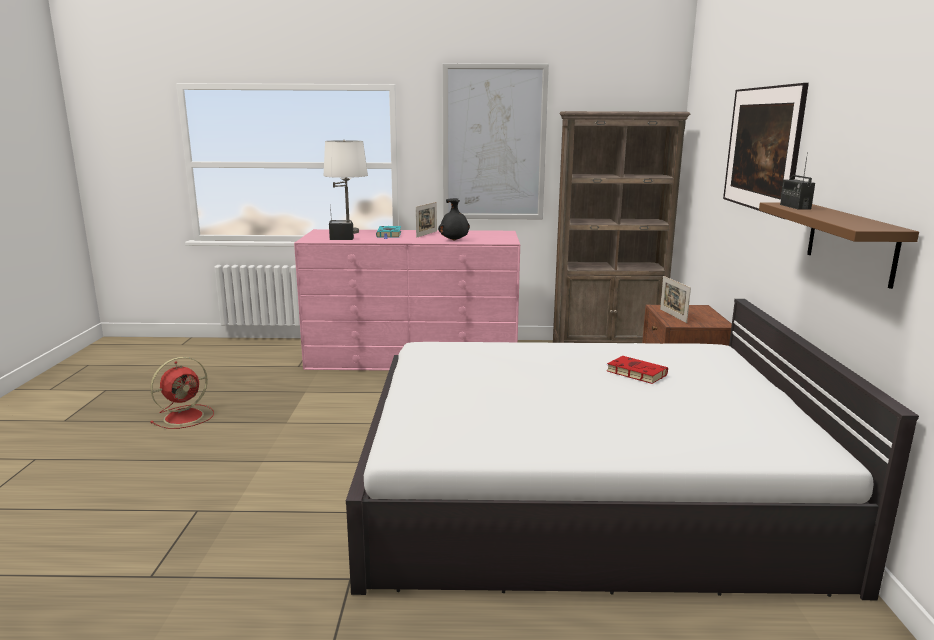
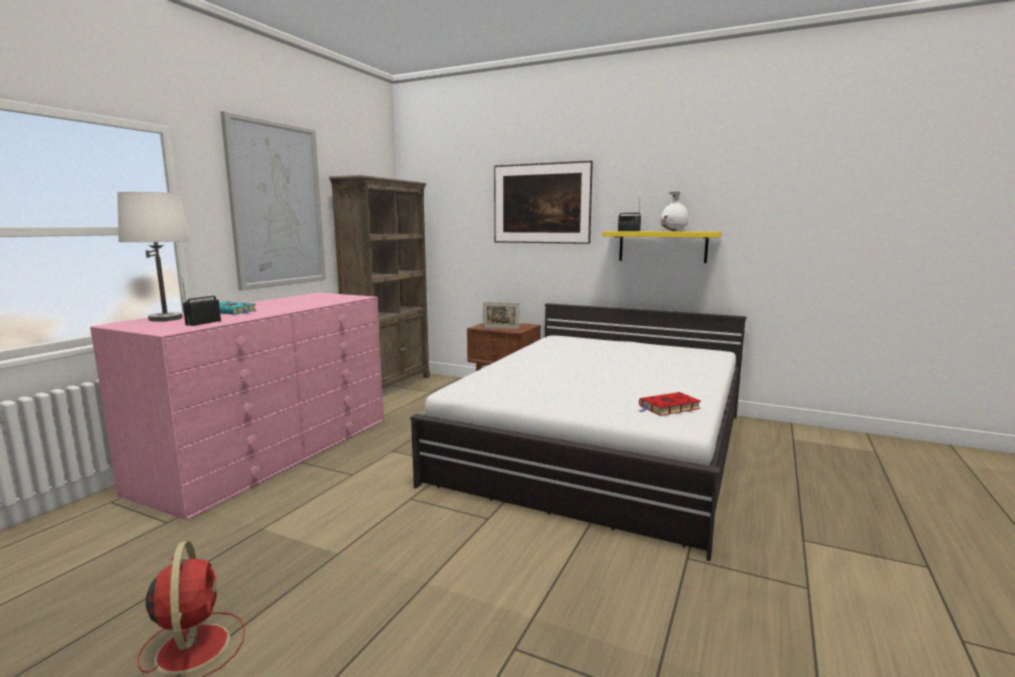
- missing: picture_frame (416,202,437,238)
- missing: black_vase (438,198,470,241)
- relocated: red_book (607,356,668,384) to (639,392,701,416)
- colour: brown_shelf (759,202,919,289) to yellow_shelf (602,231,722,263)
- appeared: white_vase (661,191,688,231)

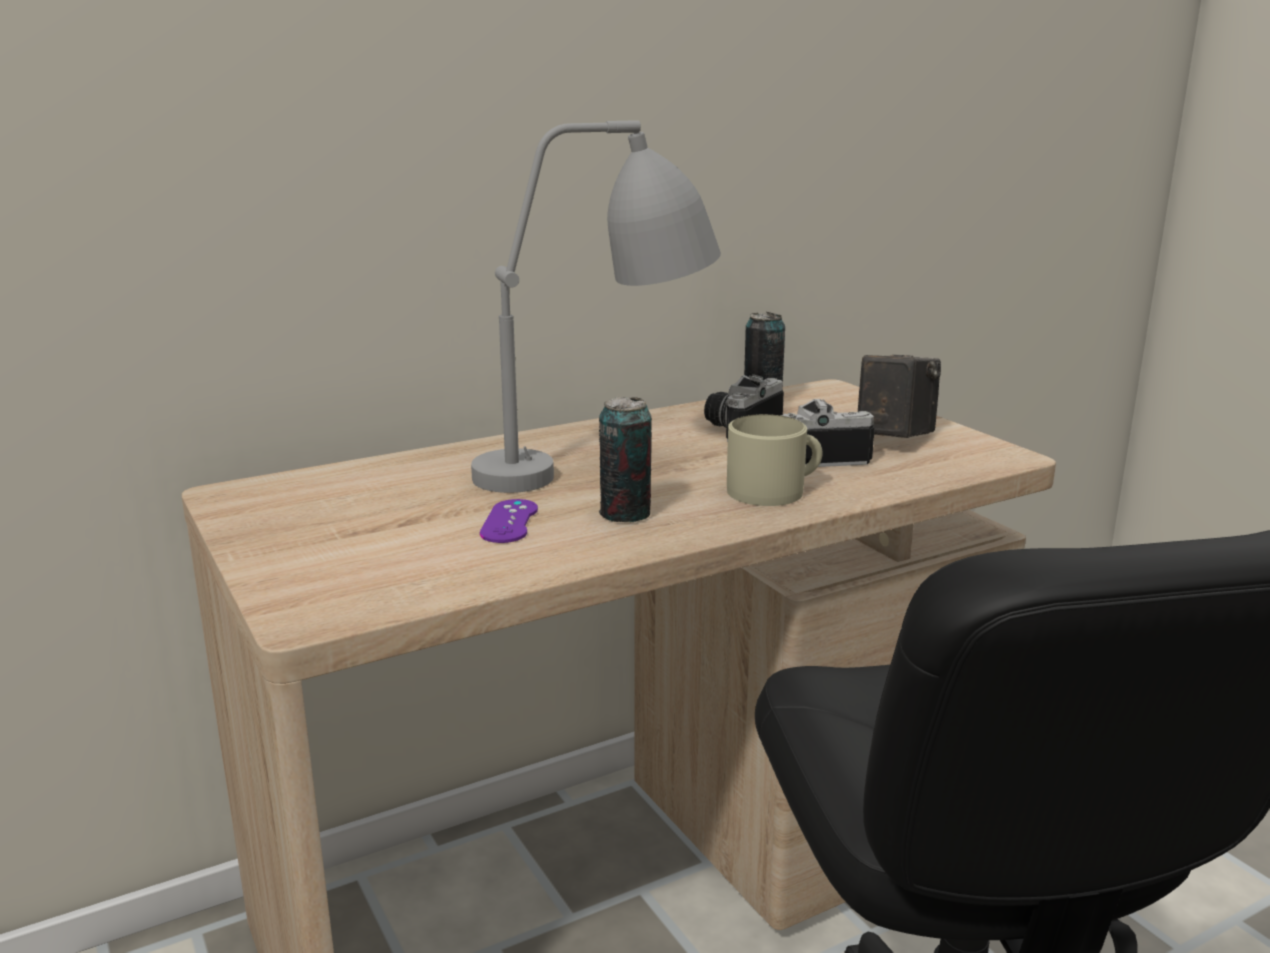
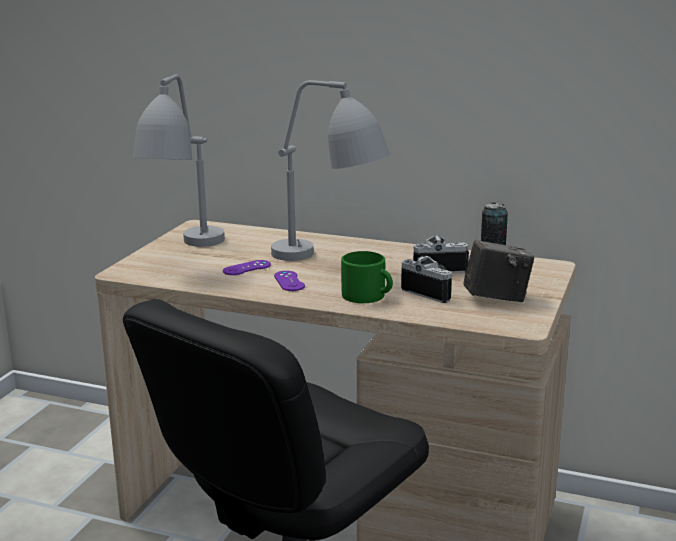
- exchanged: can (599,397,652,522) to purple_game_controller (274,271,305,291)
- colour: beige_mug (727,414,822,506) to green_mug (341,251,393,303)
- appeared: grey_table_lamp (133,74,225,247)

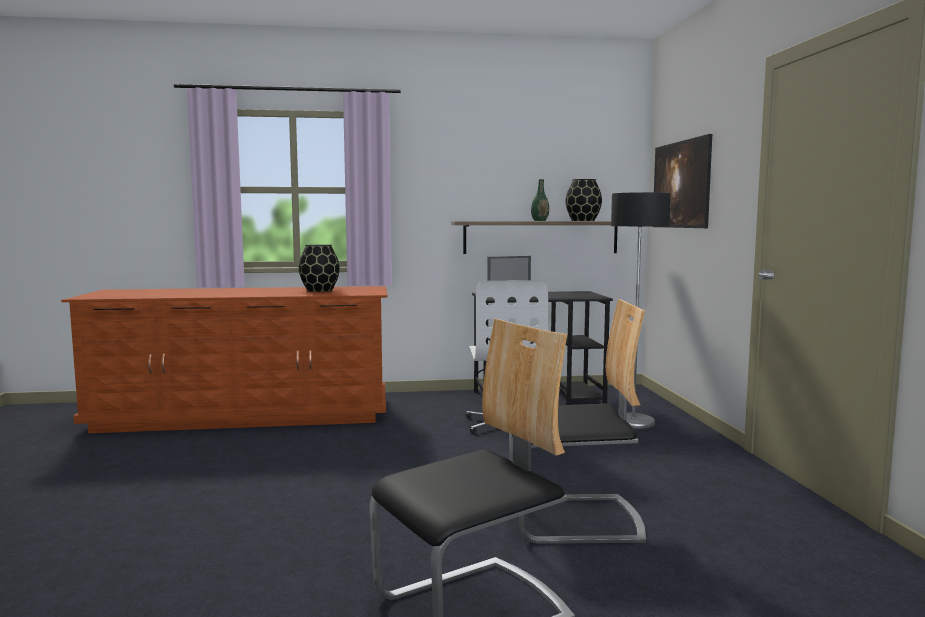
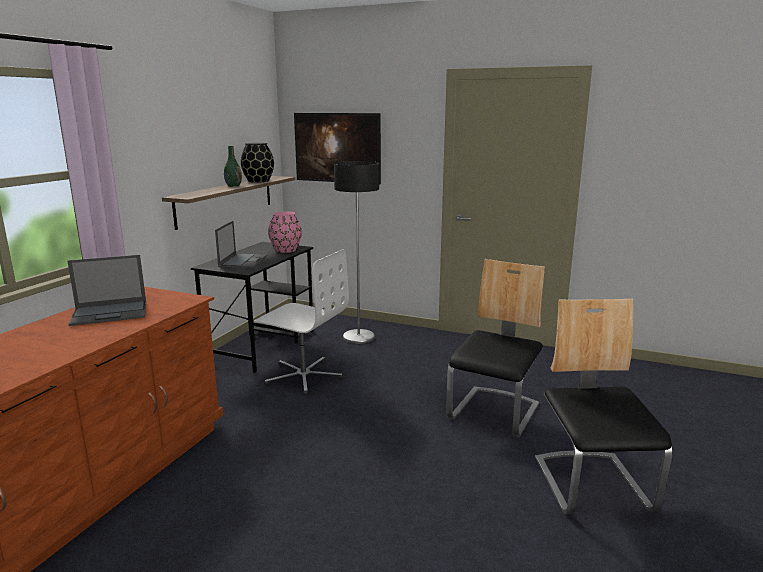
- exchanged: black_vase (299,244,340,292) to laptop (67,255,146,326)
- appeared: pink_vase (268,212,302,253)

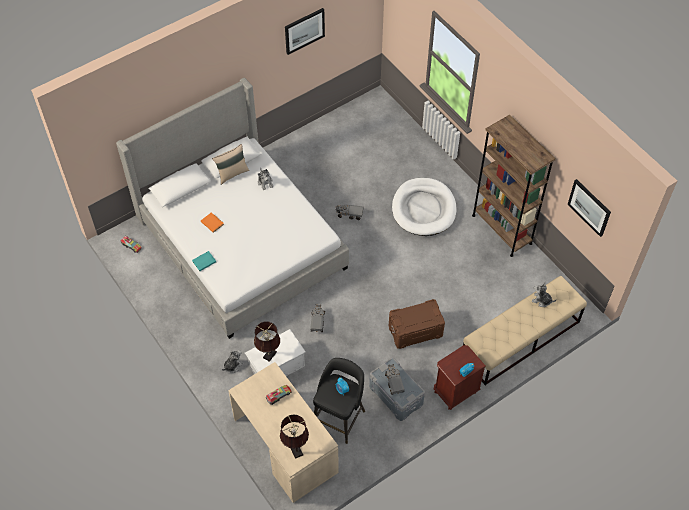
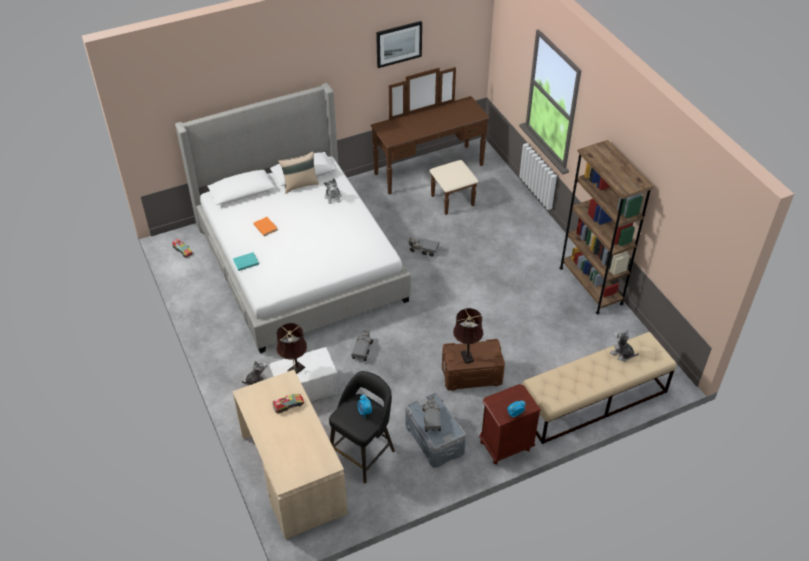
- relocated: brown_table_lamp (280,414,309,459) to (453,308,483,364)
- missing: white_dog_bed (392,178,457,236)
- missing: picture (567,179,611,237)
- appeared: brown_dresser (370,67,490,215)

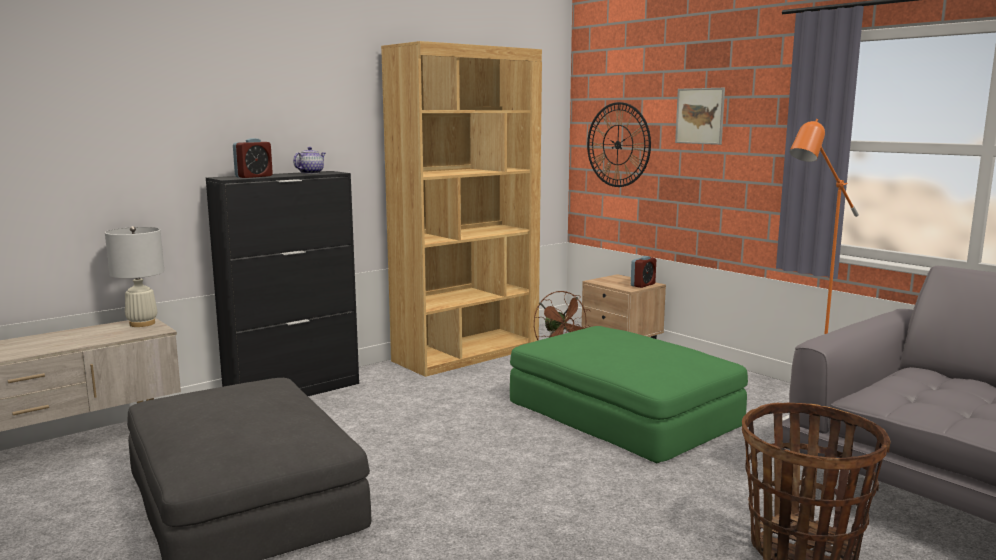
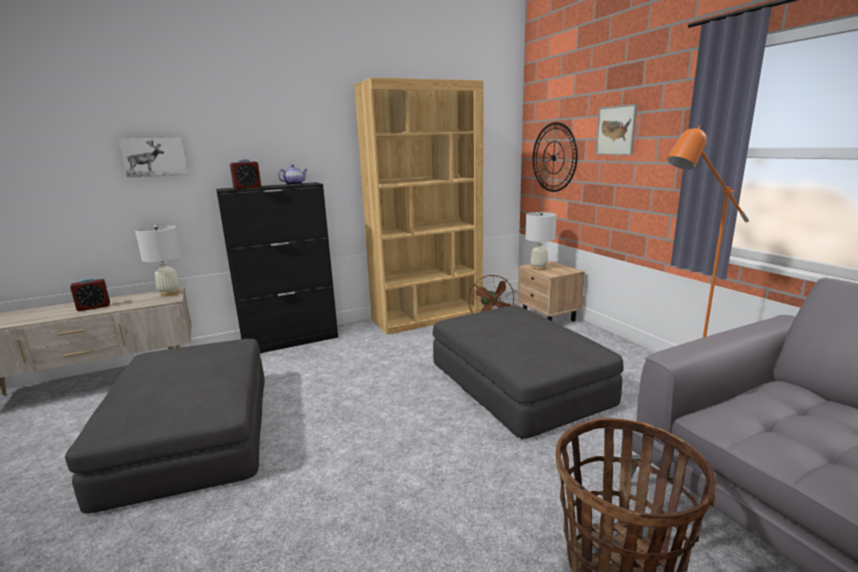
- colour: green_ottoman (510,326,748,463) to grey_ottoman (433,305,624,439)
- relocated: alarm_clock (631,256,656,288) to (70,278,110,311)
- appeared: picture (119,137,188,178)
- appeared: white_table_lamp (525,212,556,270)

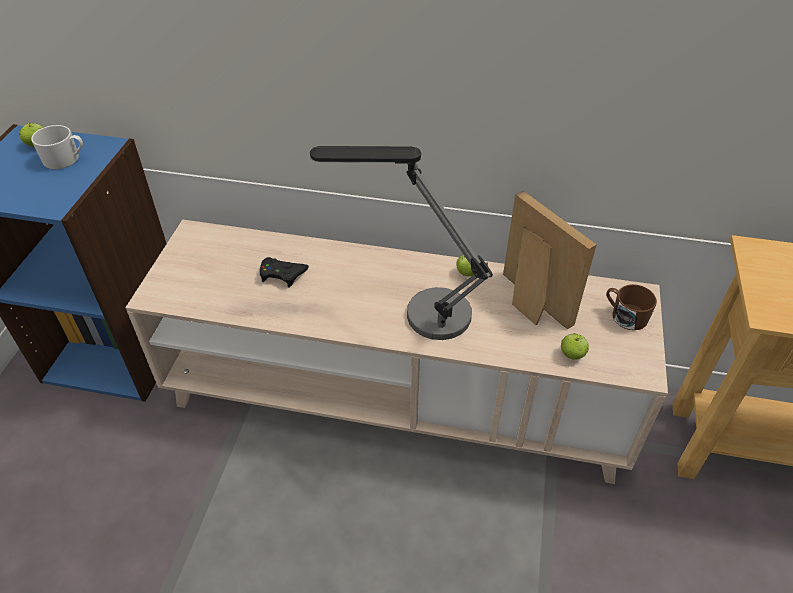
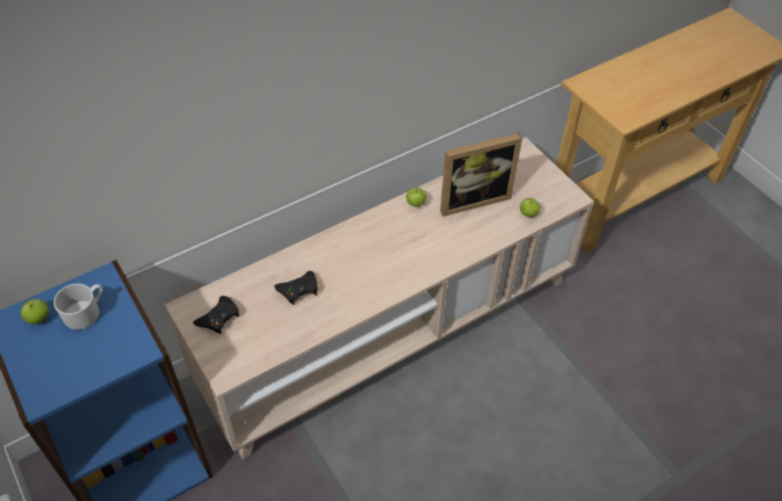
- missing: table_lamp (310,146,493,340)
- spun: picture_frame (503,191,597,329) = (440,133,522,217) 150 degrees clockwise
- missing: brown_mug (606,284,657,330)
- appeared: black_game_controller (193,296,239,334)

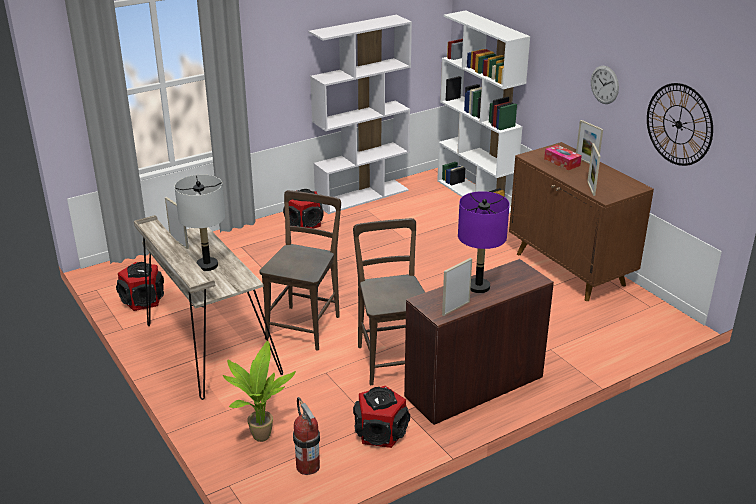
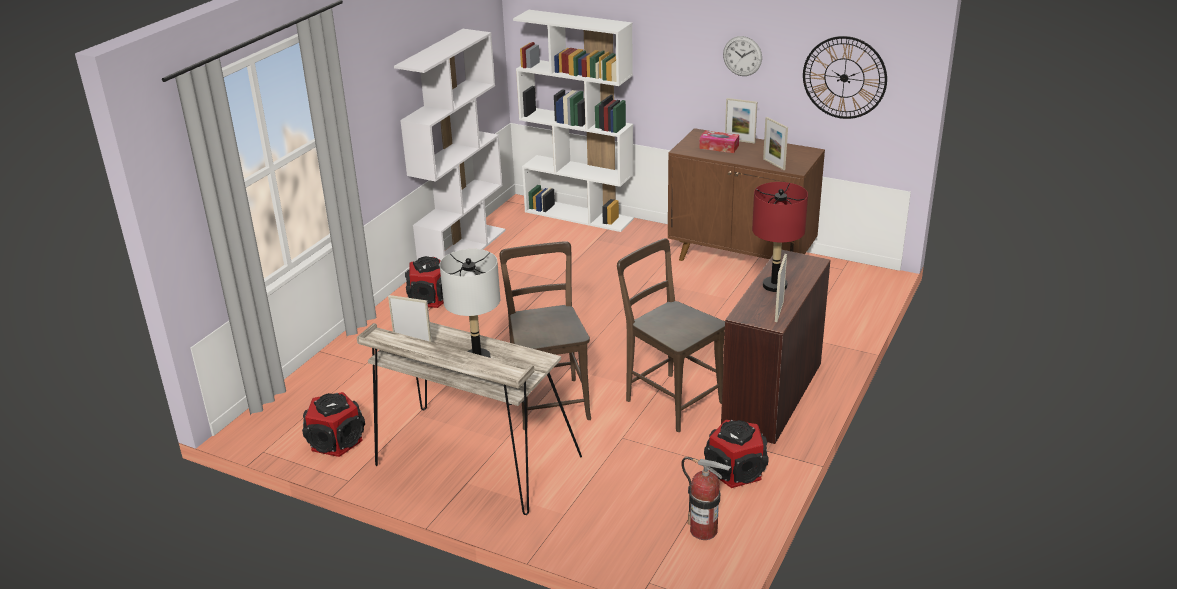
- missing: potted_plant (223,341,296,442)
- colour: purple_table_lamp (458,191,510,293) to red_table_lamp (752,182,808,292)

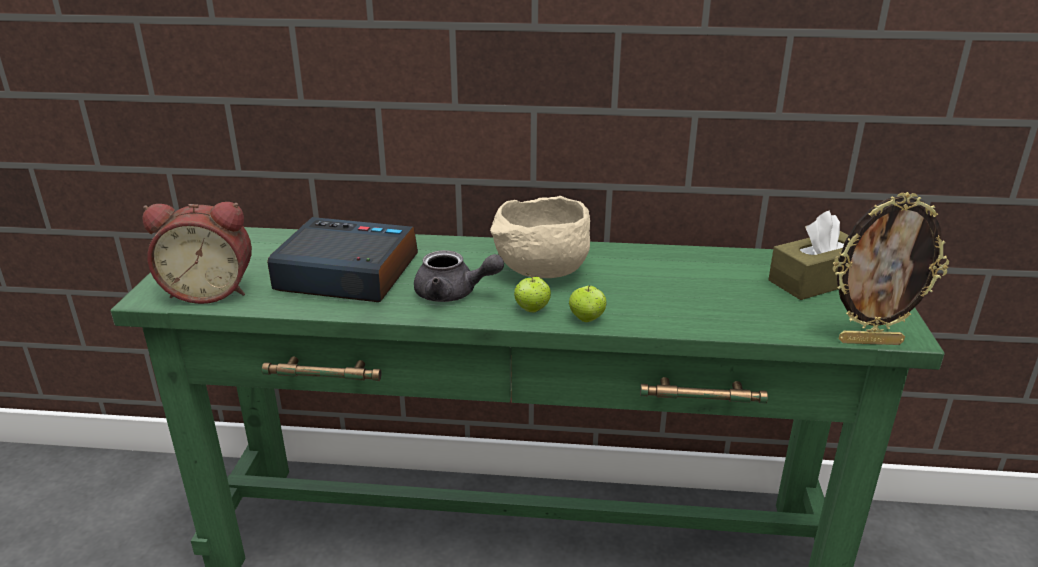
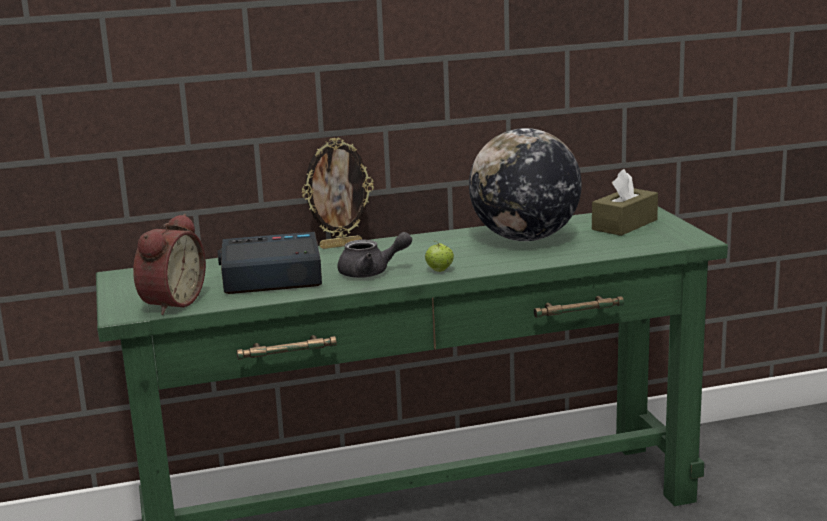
- spun: alarm_clock (142,202,252,304) = (133,214,206,315) 45 degrees counterclockwise
- missing: beige_bowl (490,196,590,278)
- missing: apple (569,286,607,322)
- relocated: picture_frame (833,192,949,345) to (302,137,374,249)
- appeared: globe (469,128,582,241)

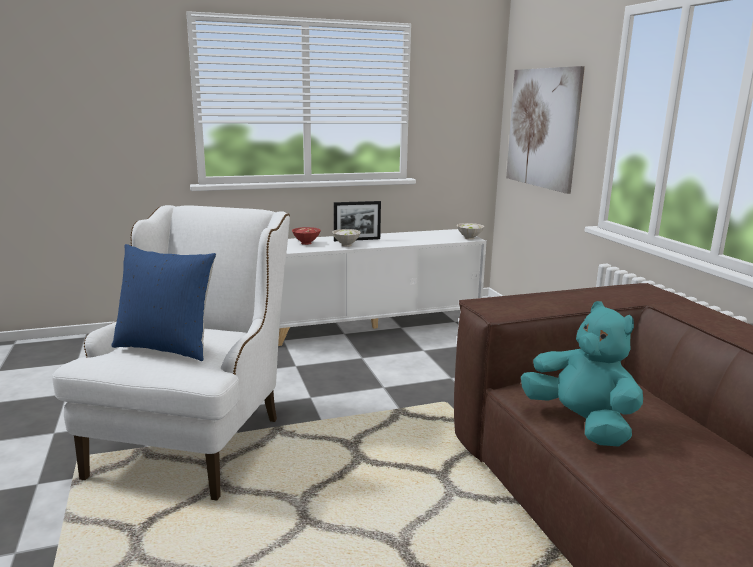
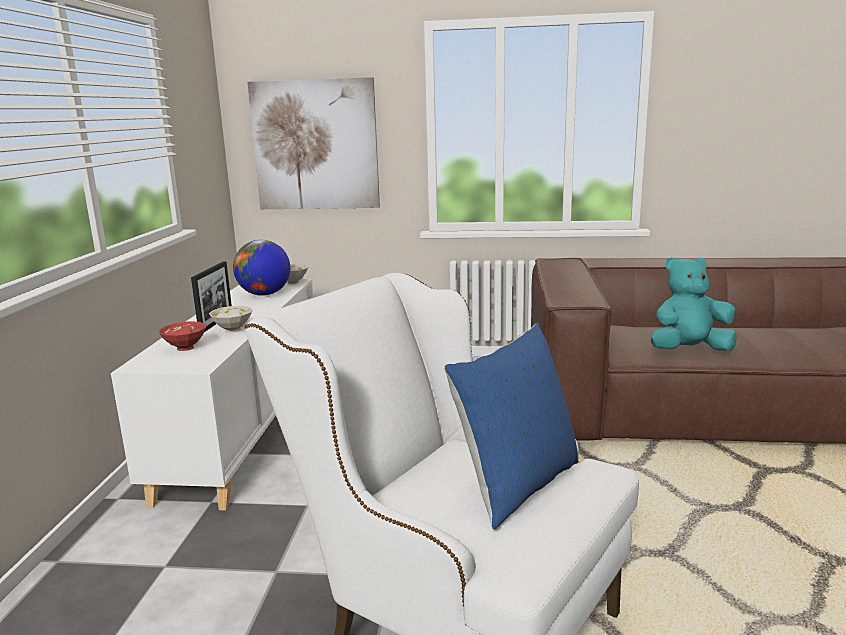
- appeared: globe (233,240,290,296)

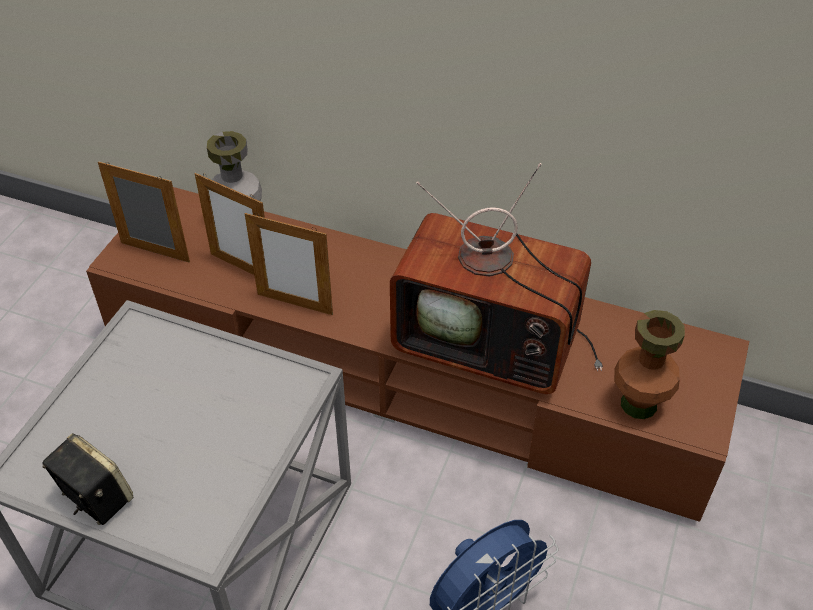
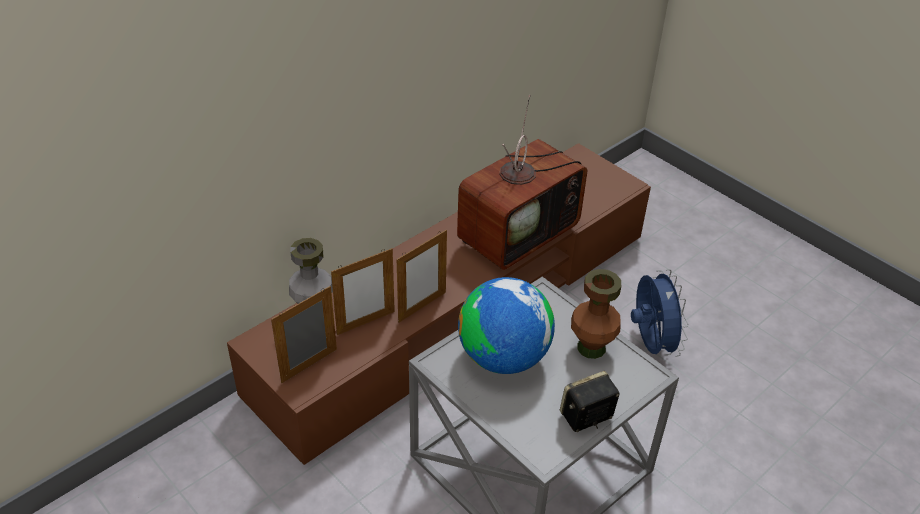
- relocated: brown_vase (614,310,685,419) to (571,269,621,359)
- appeared: globe (458,277,555,374)

